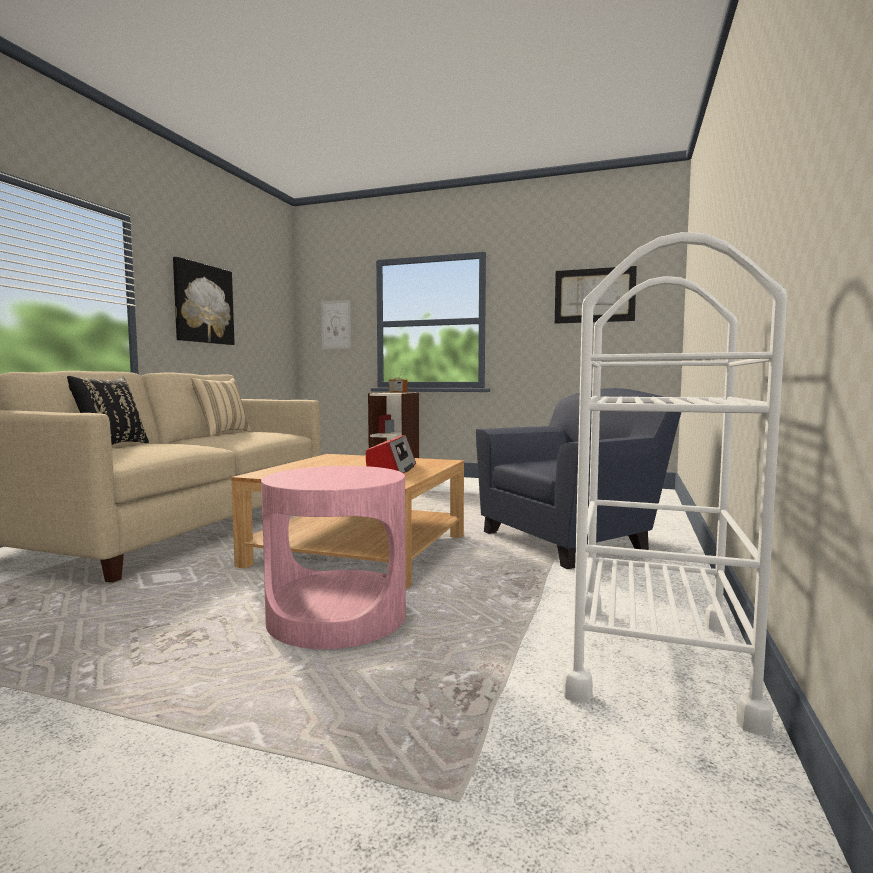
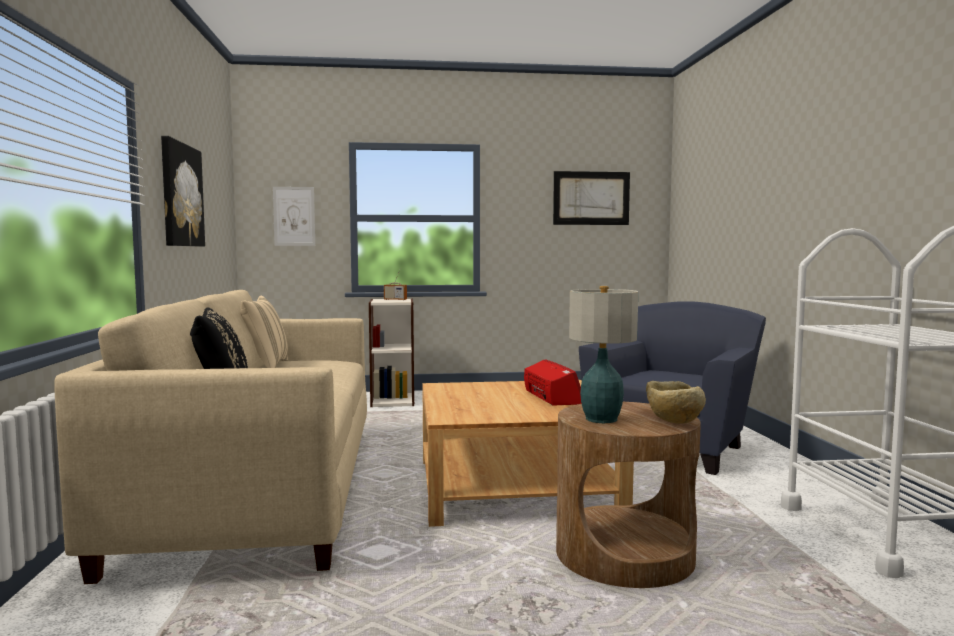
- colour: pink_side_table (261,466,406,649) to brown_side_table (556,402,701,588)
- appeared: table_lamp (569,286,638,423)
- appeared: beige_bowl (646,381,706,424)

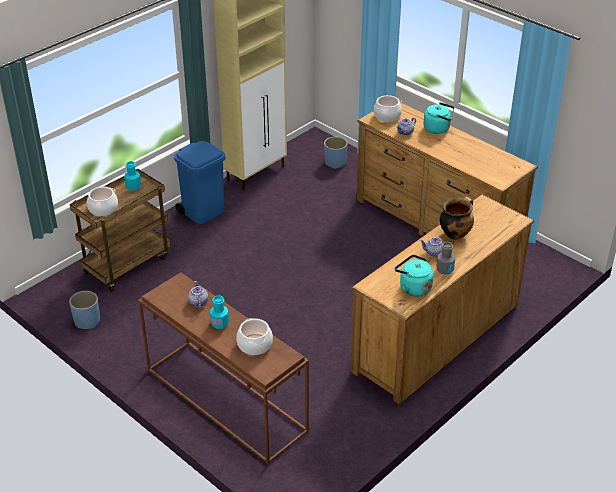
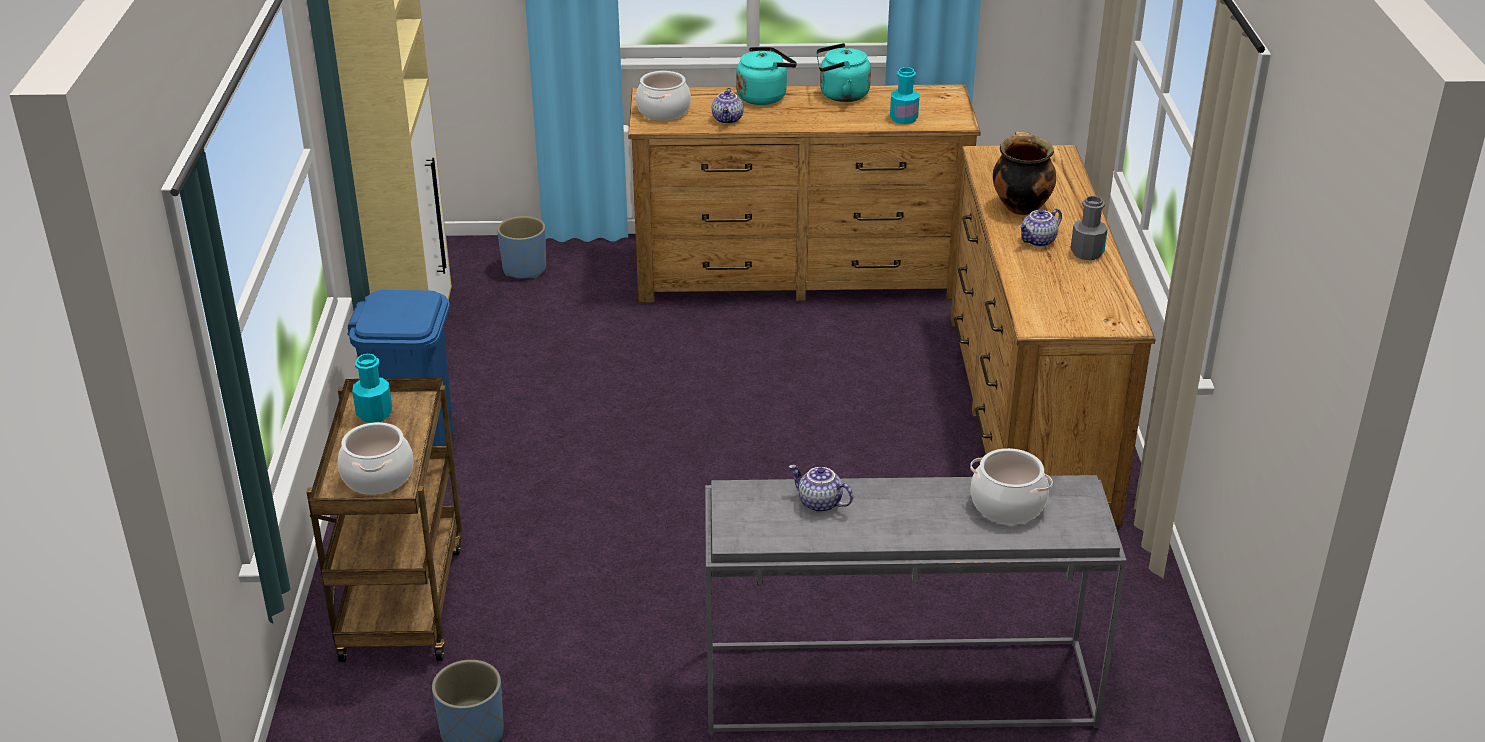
- colour: brown_console_table (138,272,309,465) to grey_console_table (705,475,1127,734)
- relocated: turquoise_bottle (210,295,229,329) to (890,67,919,124)
- relocated: turquoise_kettle (395,255,433,297) to (816,43,871,102)

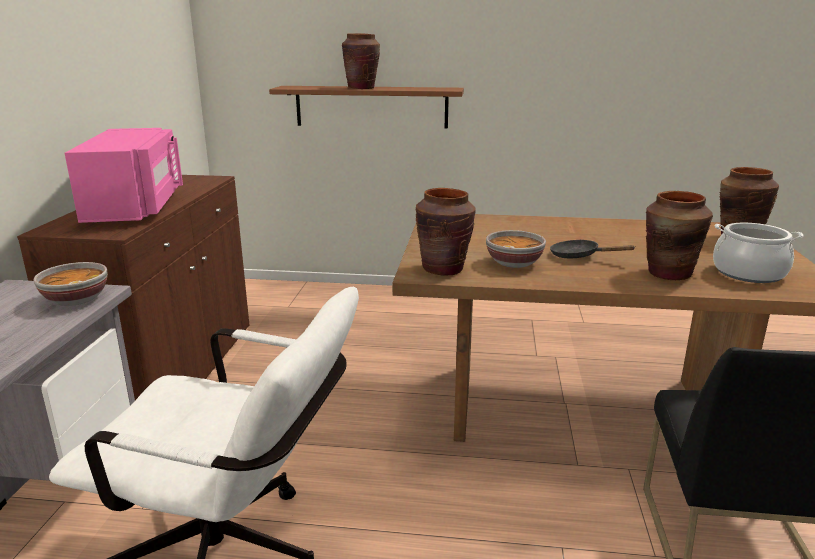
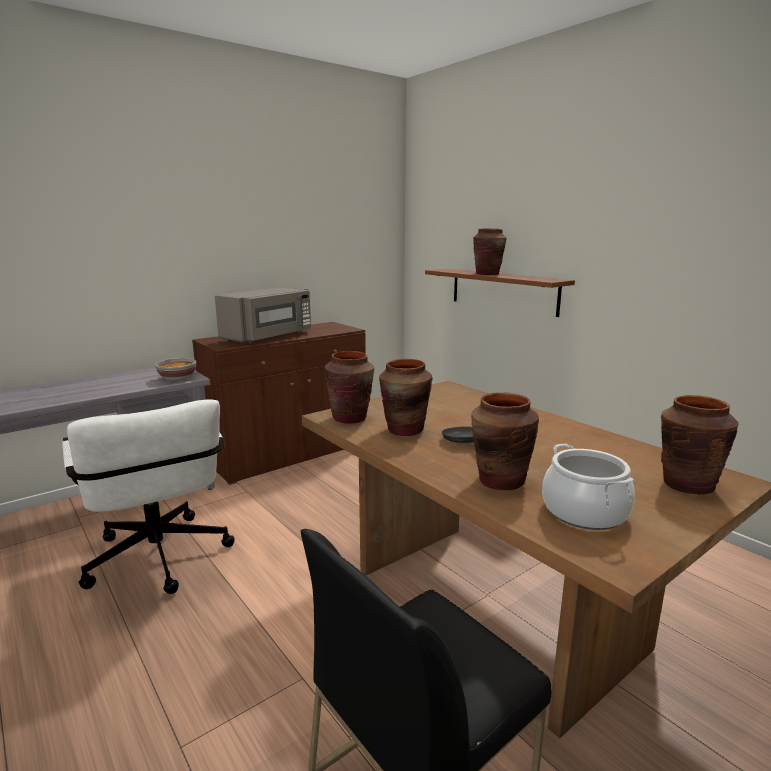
- colour: pink_microwave (65,128,183,223) to grey_microwave (215,287,311,344)
- exchanged: bowl (486,230,546,268) to brown_vase (379,359,433,436)

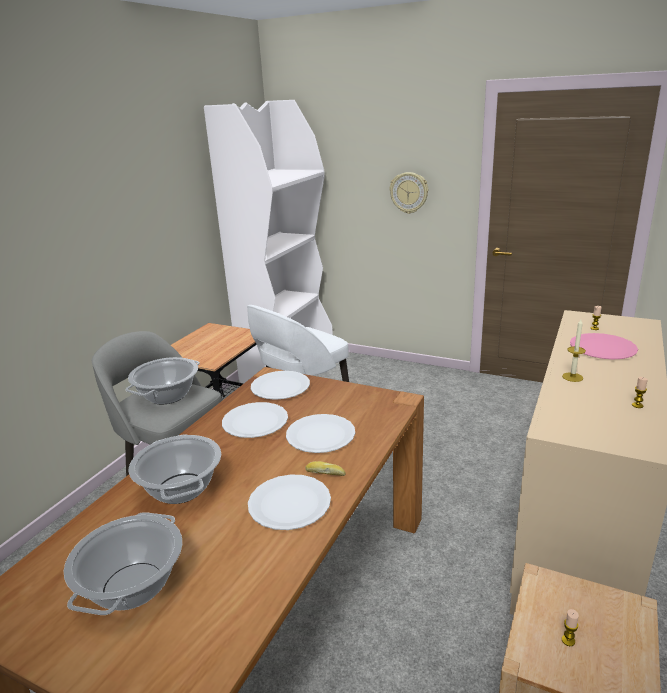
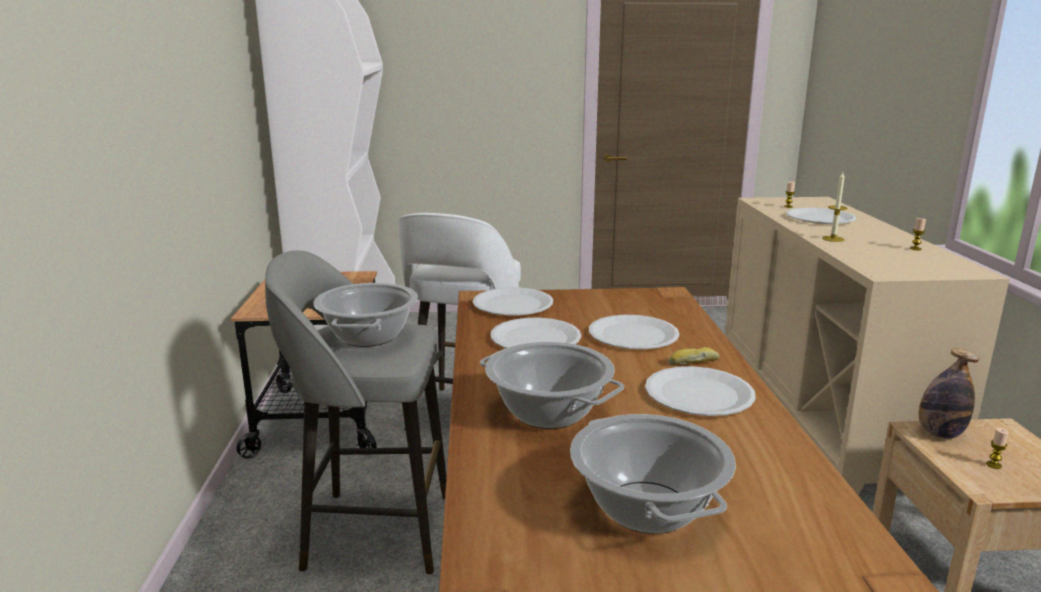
- missing: wall_clock (390,172,428,214)
- colour: pink_plate (570,333,638,360) to white_plate (786,208,856,224)
- appeared: bottle (919,348,980,439)

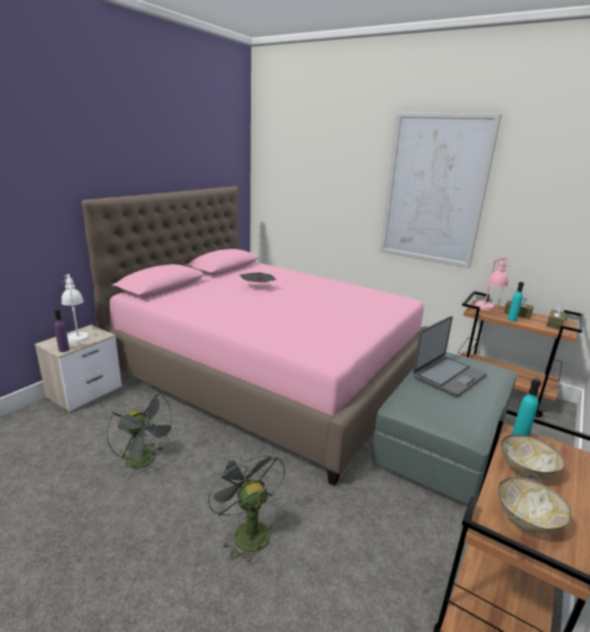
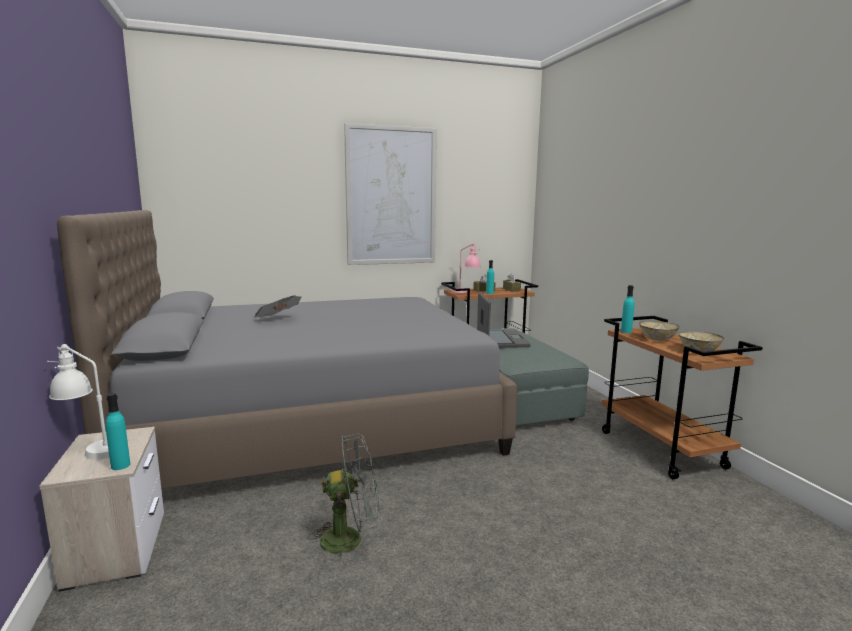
- colour: purple_bottle (54,309,70,352) to turquoise_bottle (105,393,131,470)
- colour: pink_bed (82,186,427,486) to grey_bed (57,210,517,489)
- missing: grey_fan (206,446,285,564)

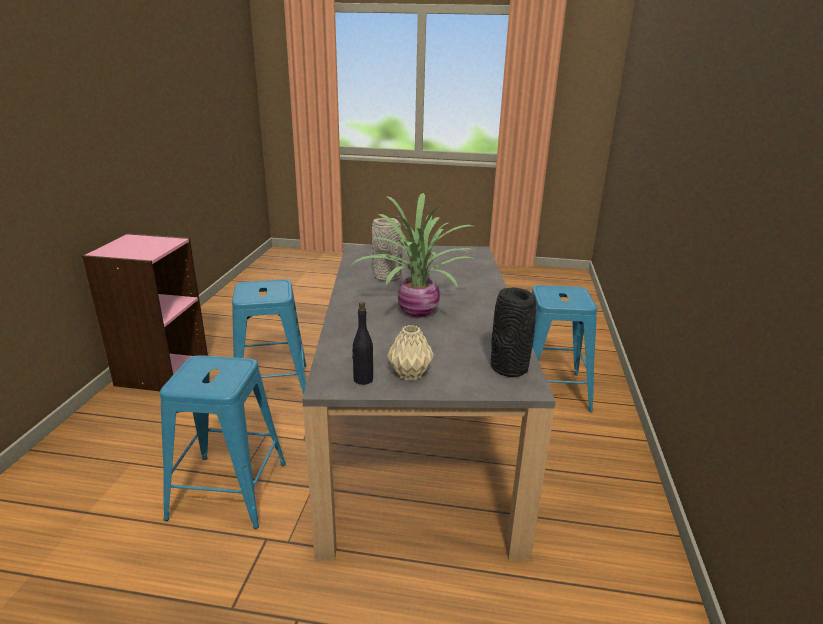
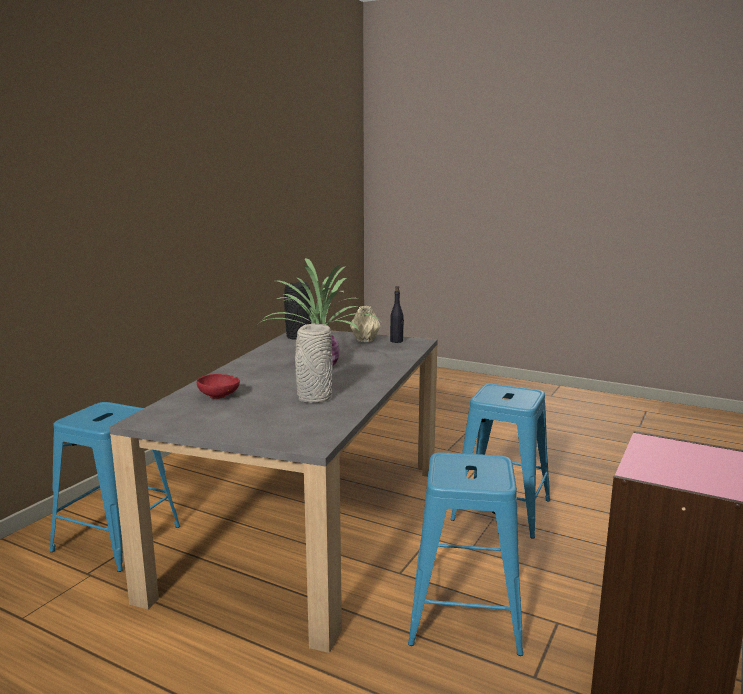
- appeared: red_bowl (197,374,240,399)

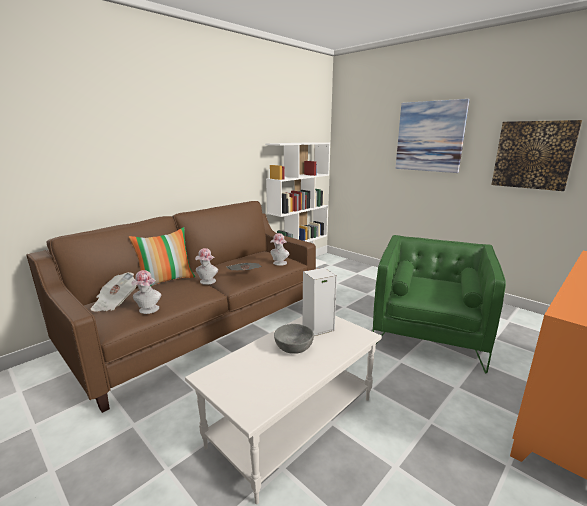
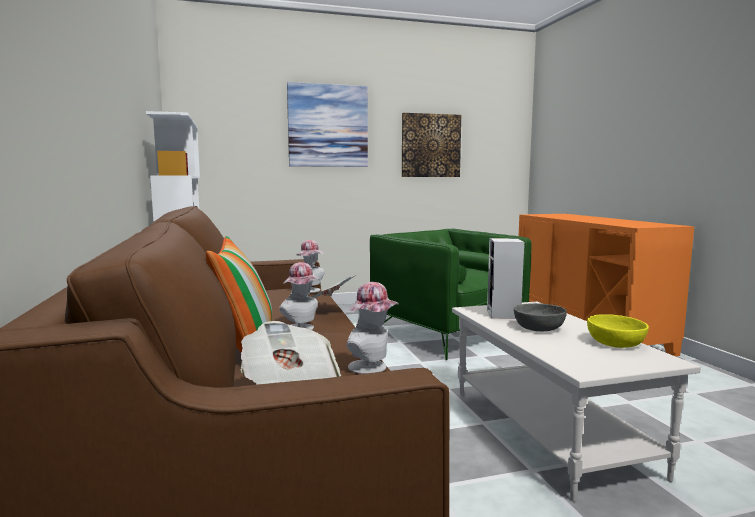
- appeared: yellow_bowl (587,314,649,348)

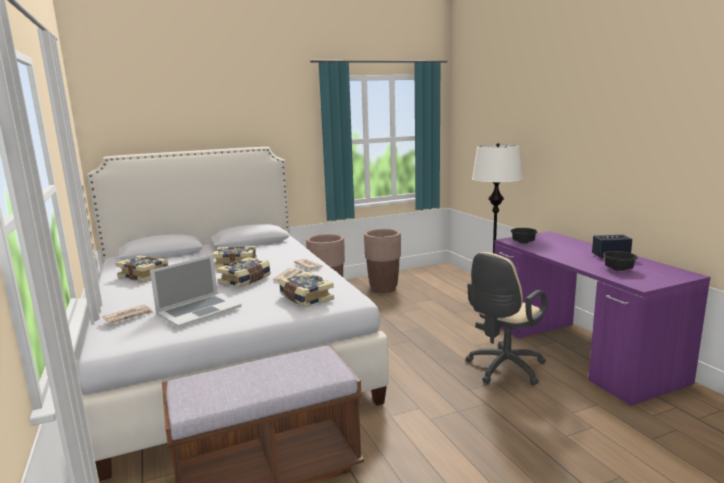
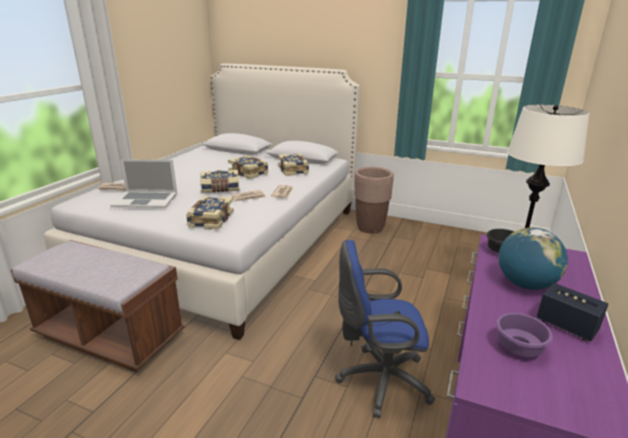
- relocated: book (115,256,168,282) to (278,153,309,176)
- missing: brown_planter (364,229,401,293)
- colour: beige_office_chair (466,252,547,385) to blue_office_chair (335,240,435,418)
- colour: black_bowl (603,251,638,271) to purple_bowl (496,313,553,357)
- appeared: globe (499,228,568,290)

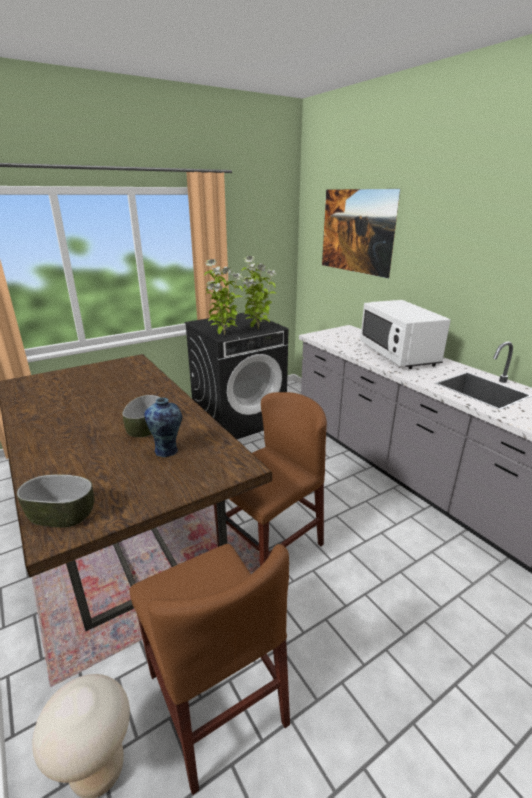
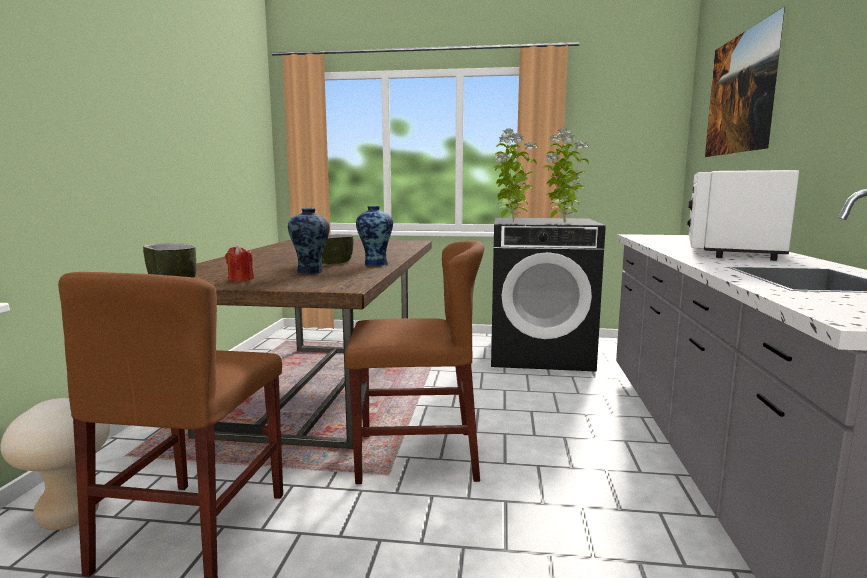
- appeared: red_candle (225,245,254,282)
- appeared: vase (356,206,393,266)

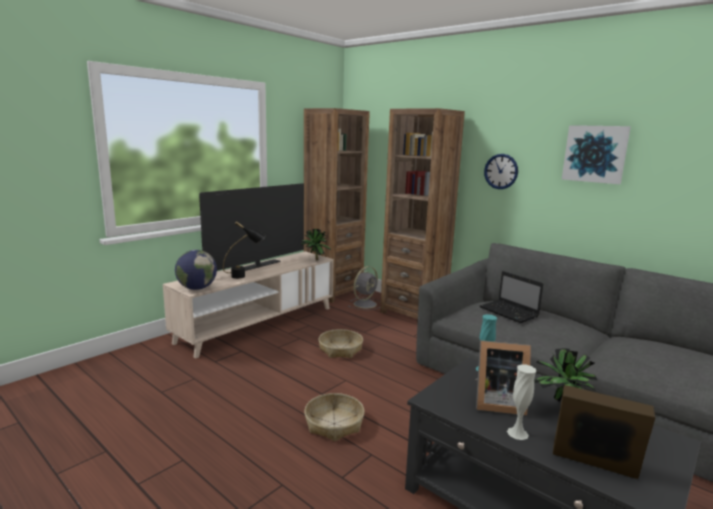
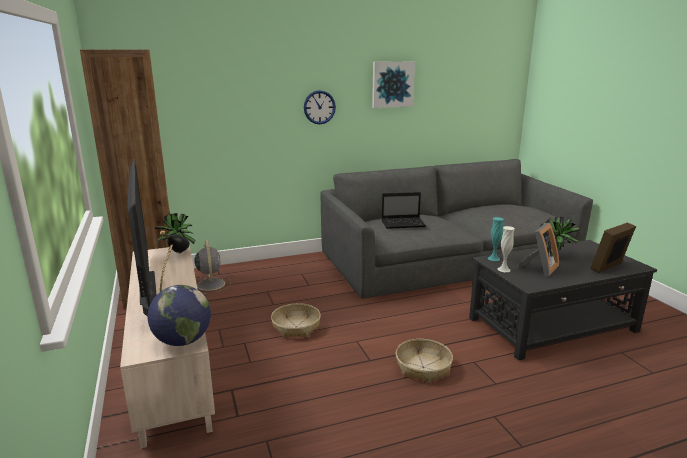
- missing: brown_bookcase (380,108,465,319)
- relocated: white_vase (507,364,536,440) to (497,226,515,272)

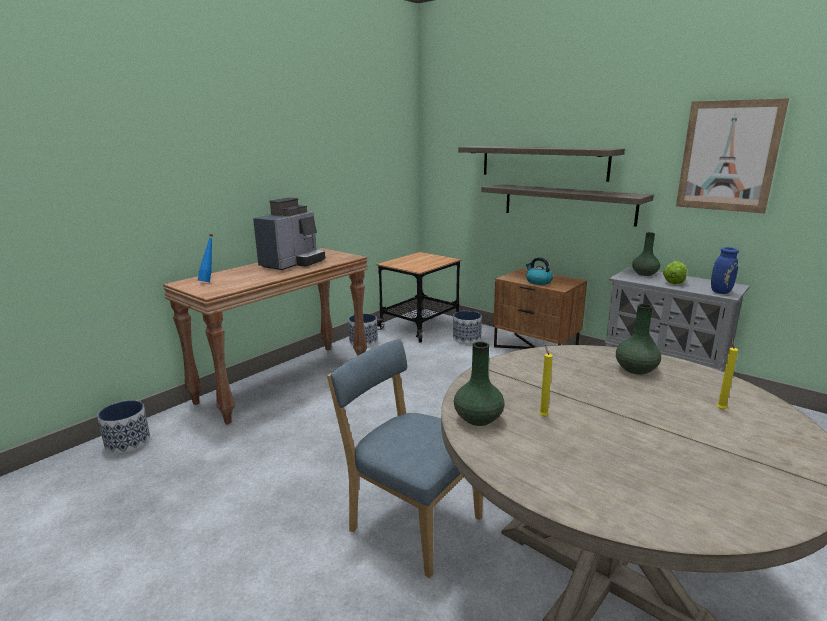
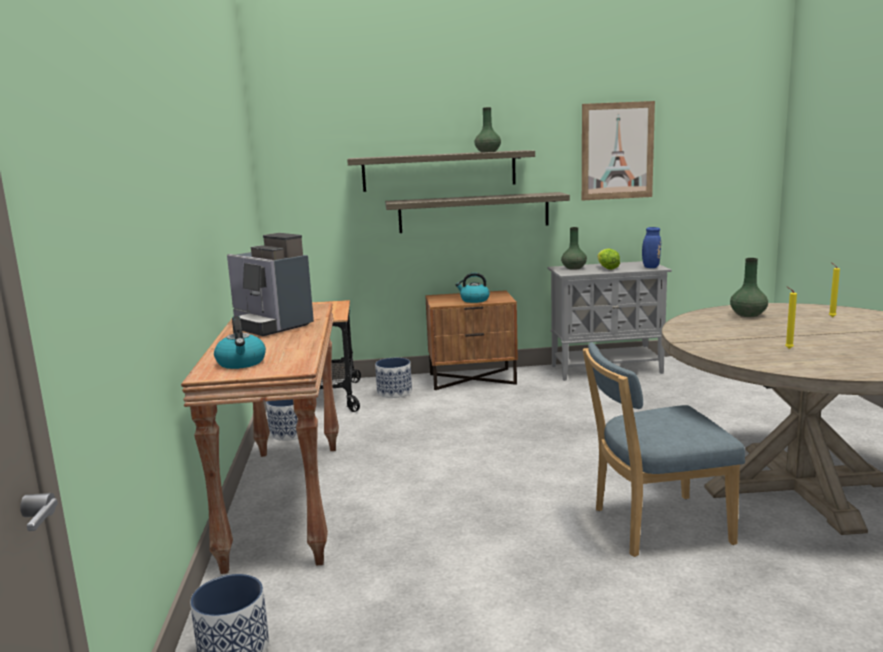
- exchanged: blue_bottle (198,234,213,282) to kettle (214,316,266,369)
- spun: coffee_machine (253,197,325,270) = (227,233,314,336) 150 degrees clockwise
- relocated: green_vase (454,342,505,426) to (475,107,501,152)

